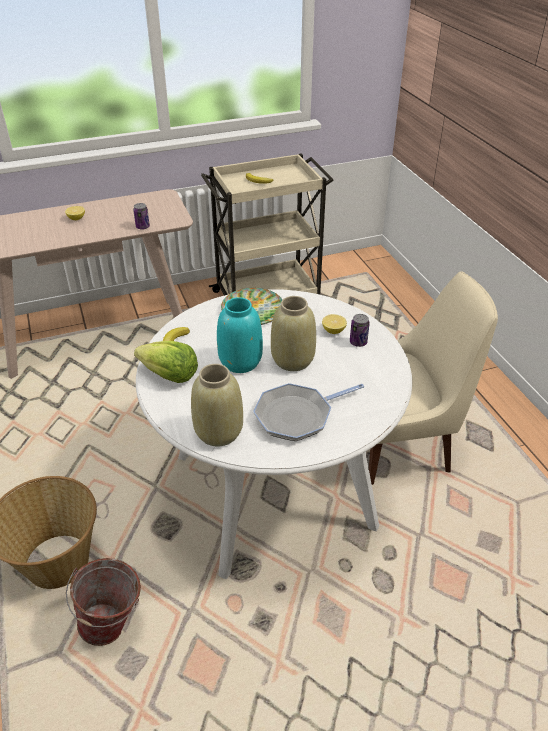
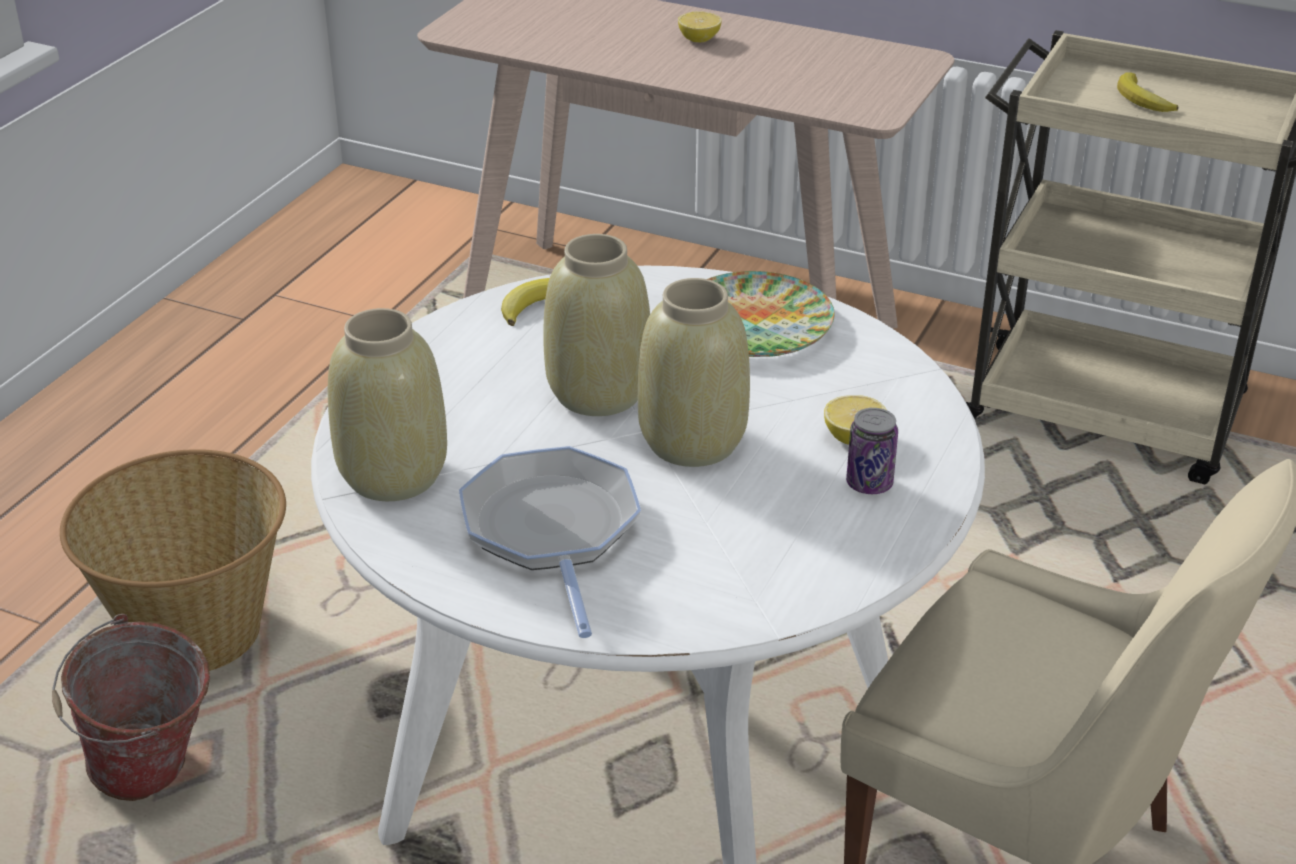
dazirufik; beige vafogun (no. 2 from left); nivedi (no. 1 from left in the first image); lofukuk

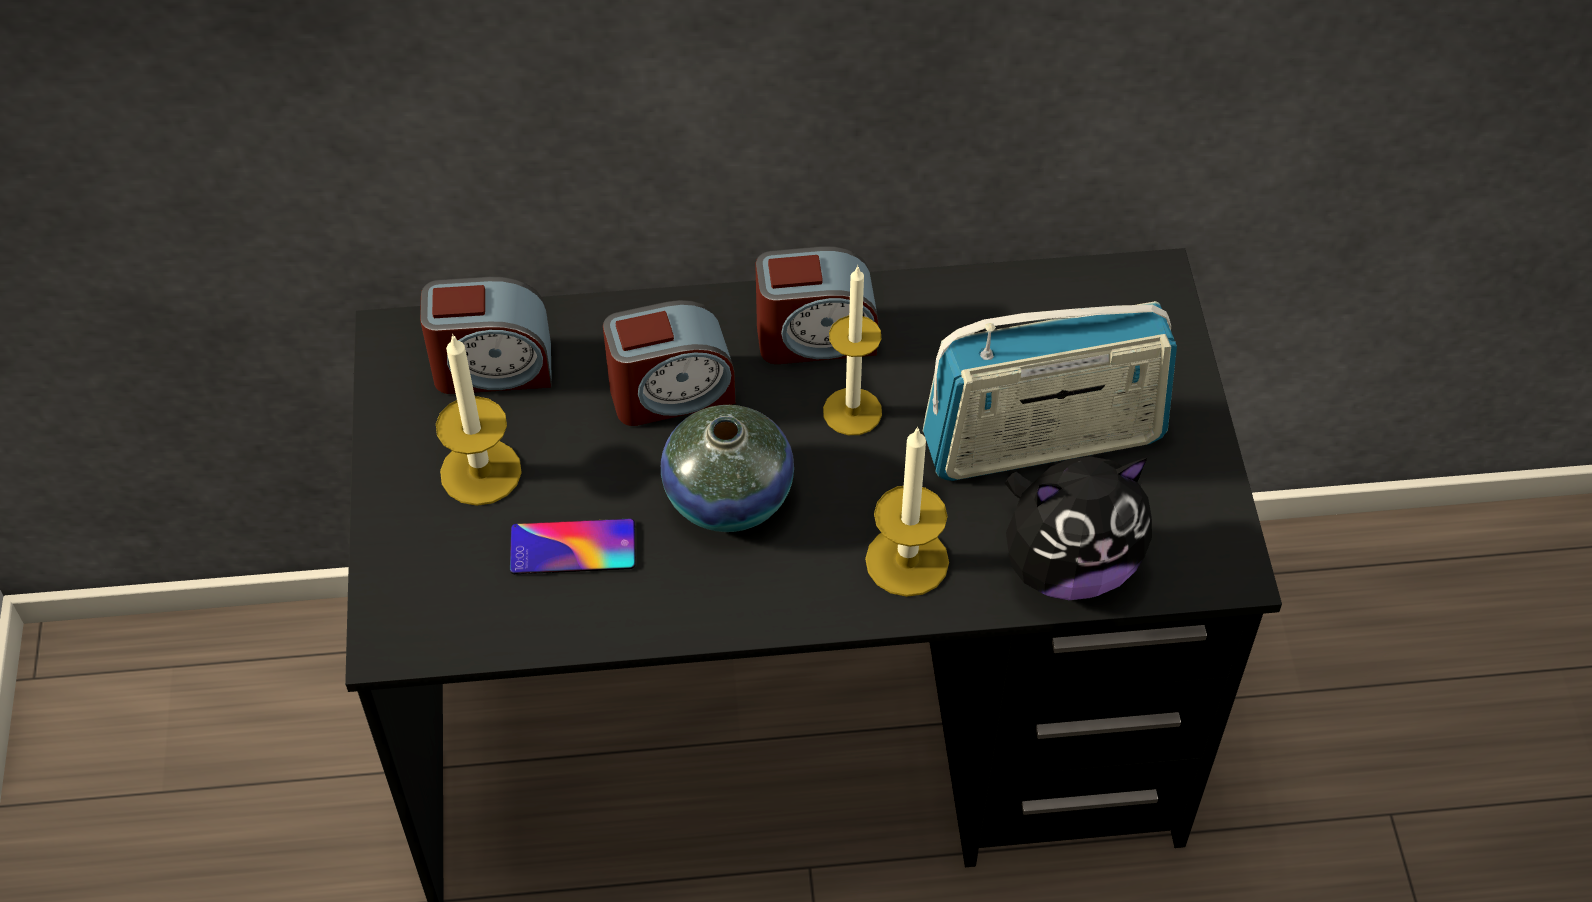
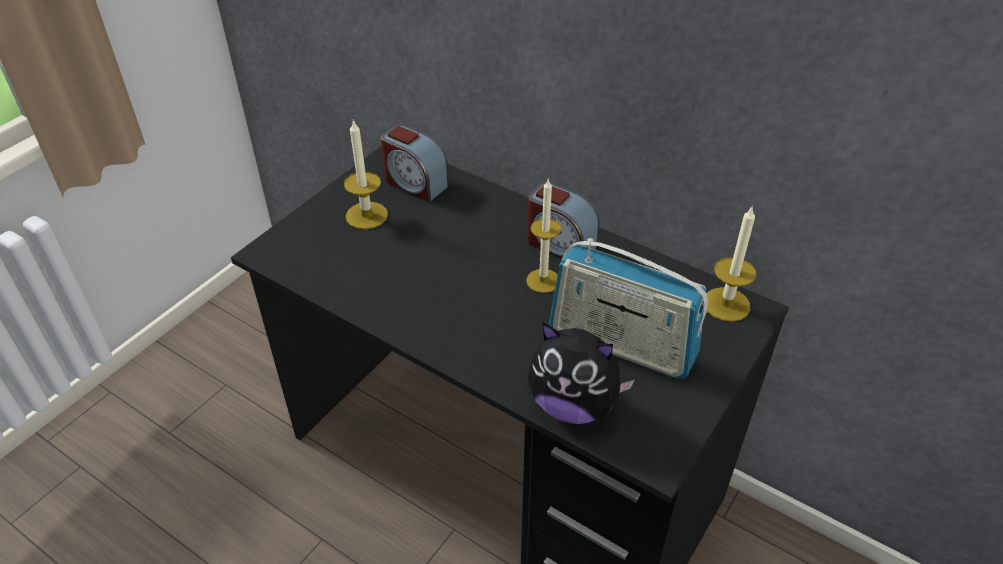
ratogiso (no. 3 from left); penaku; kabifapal (no. 2 from left in the first image); vafogun

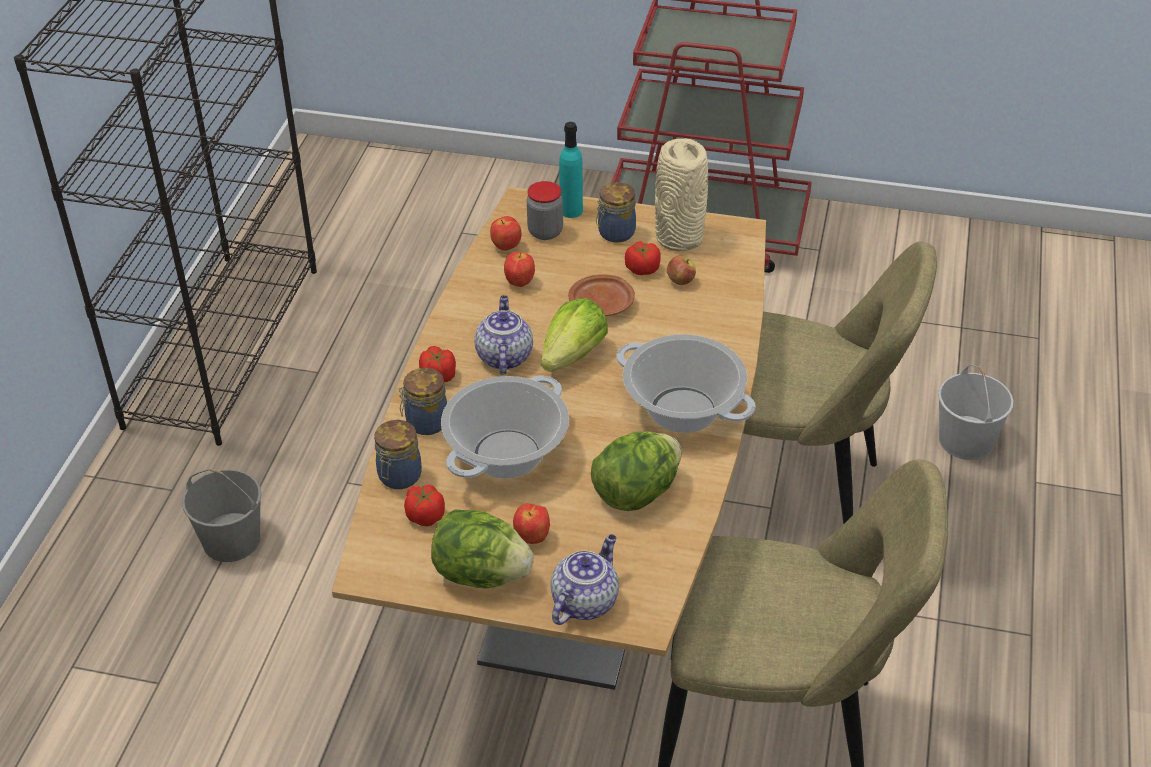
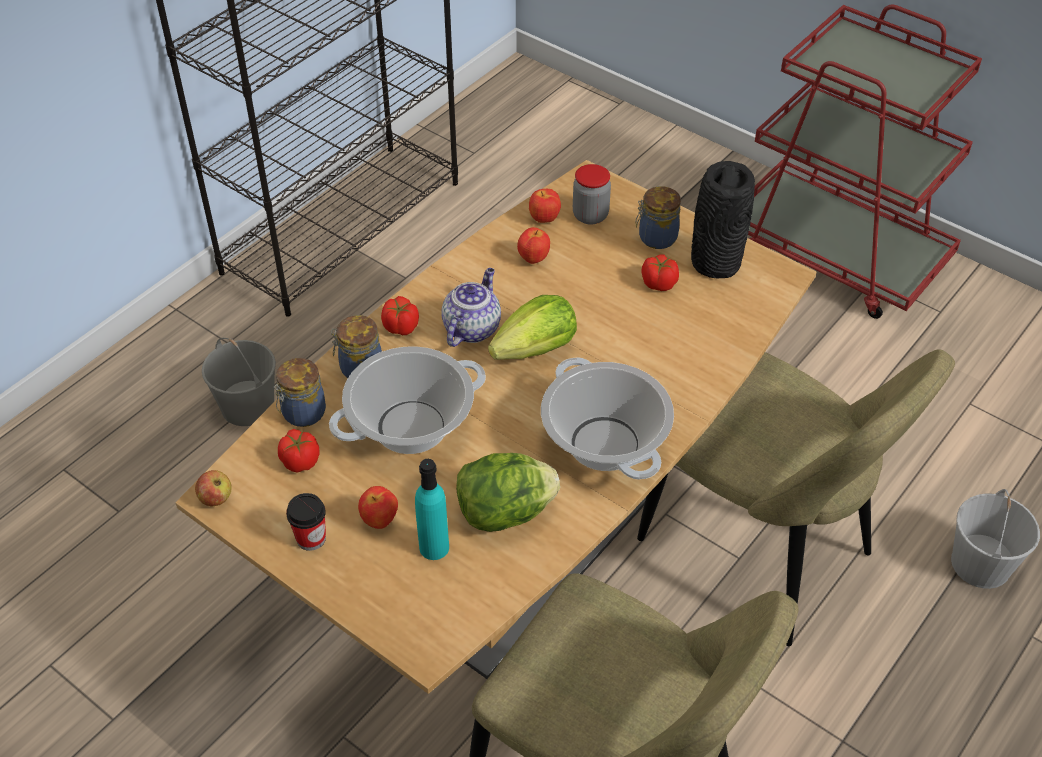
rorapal (no. 1 from left); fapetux; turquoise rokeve; black vafogun; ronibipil (no. 2 from left in the first image); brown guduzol

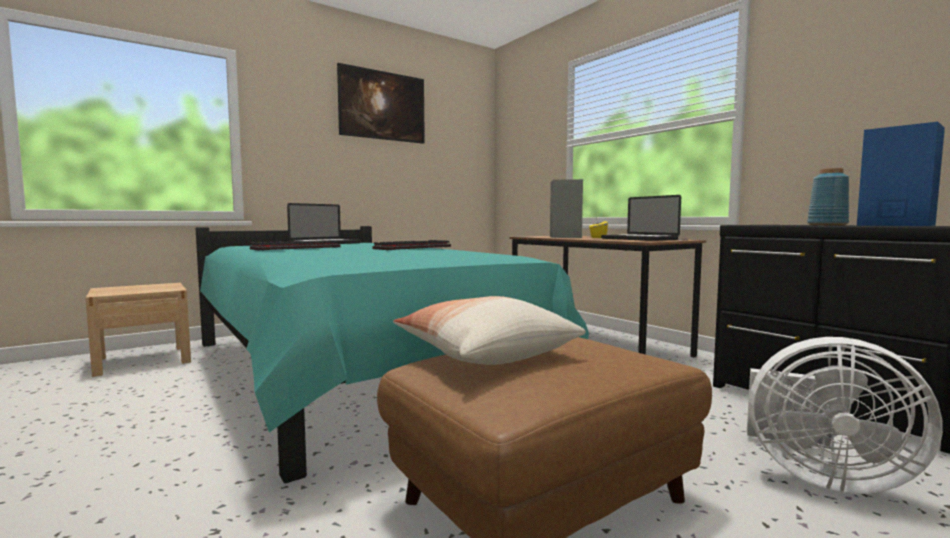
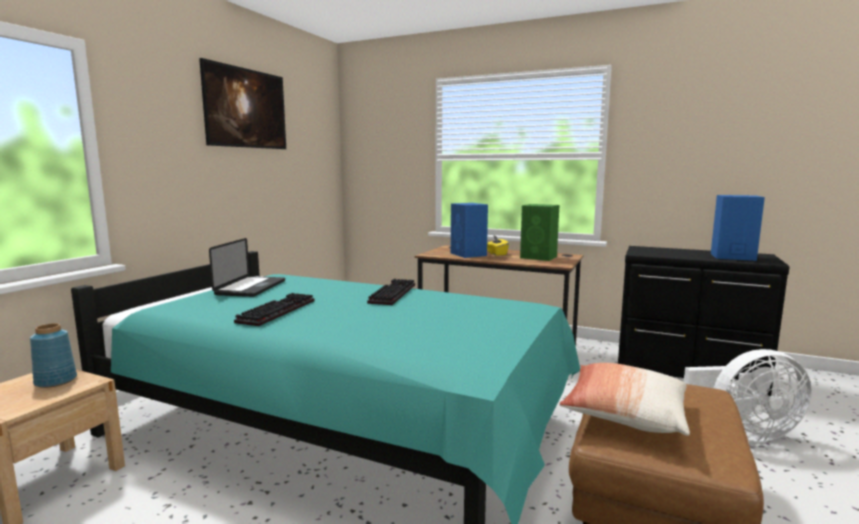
blue vafogun; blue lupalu (no. 1 from left); green lupalu

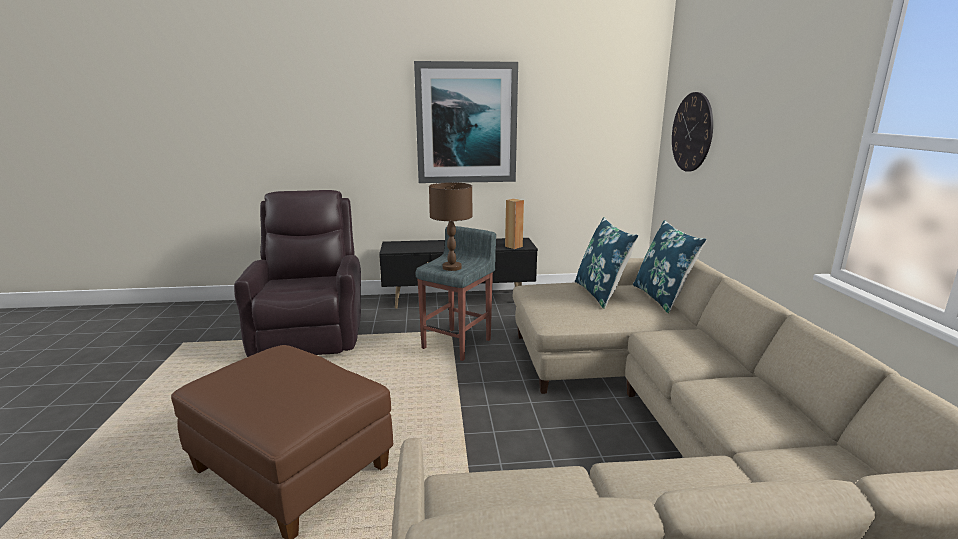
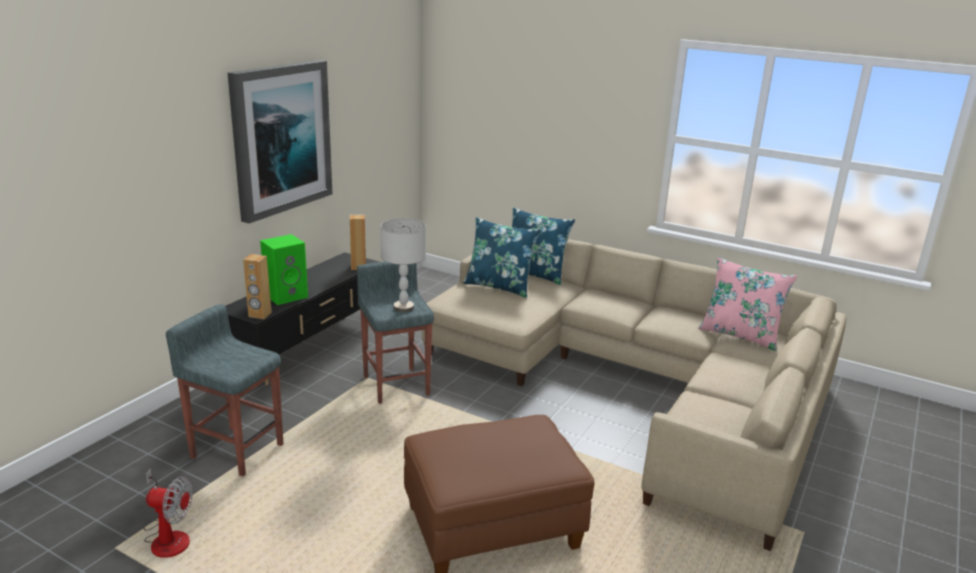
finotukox; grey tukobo (no. 1 from left); brown lupalu (no. 1 from left); green lupalu; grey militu; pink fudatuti; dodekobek

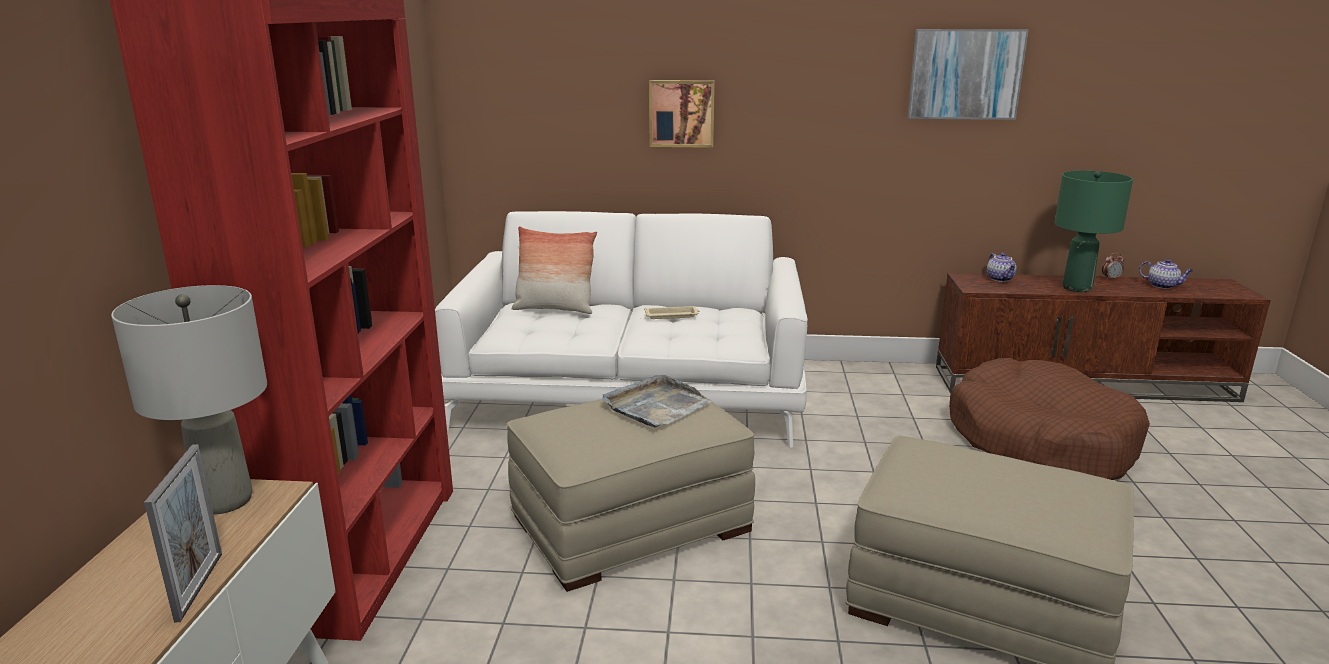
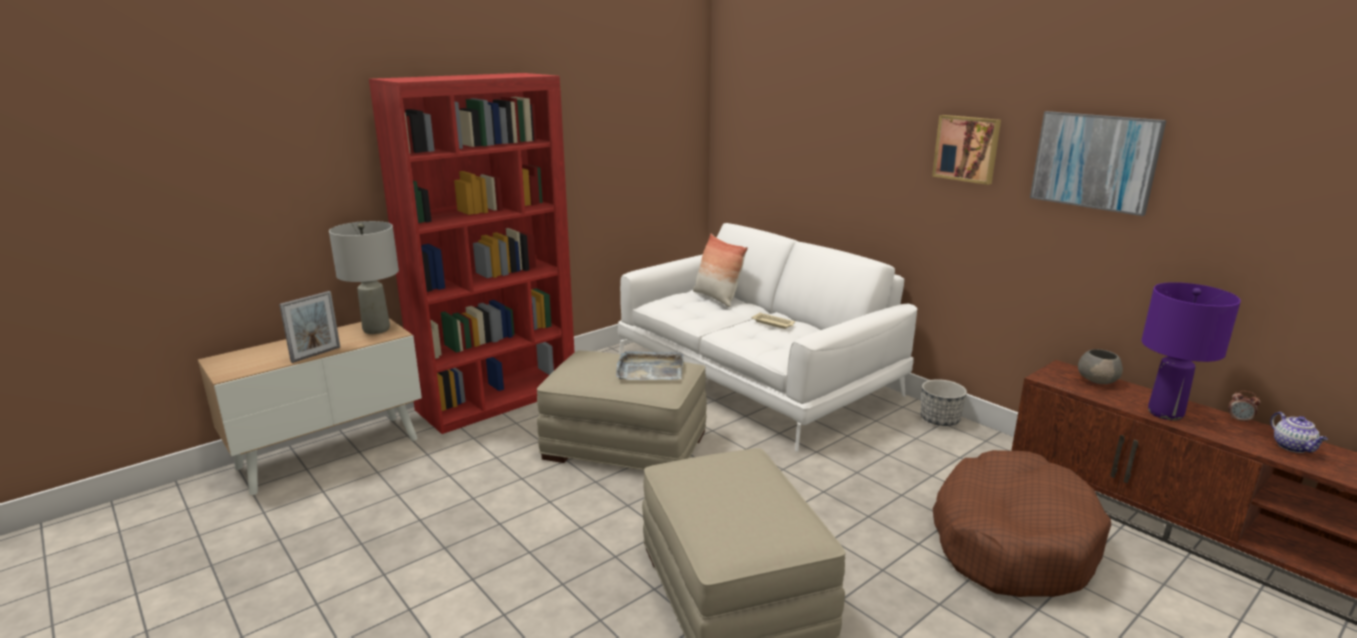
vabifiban; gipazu (no. 1 from left); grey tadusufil; purple militu

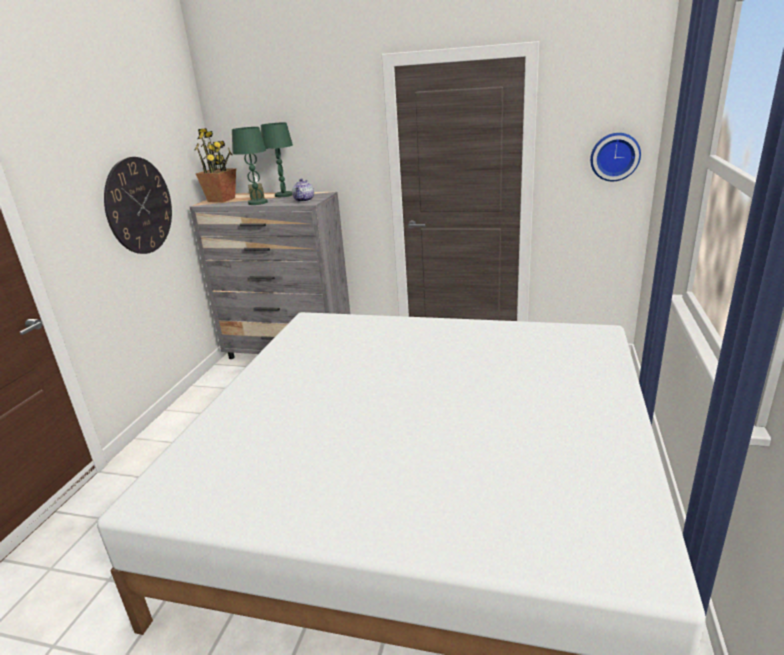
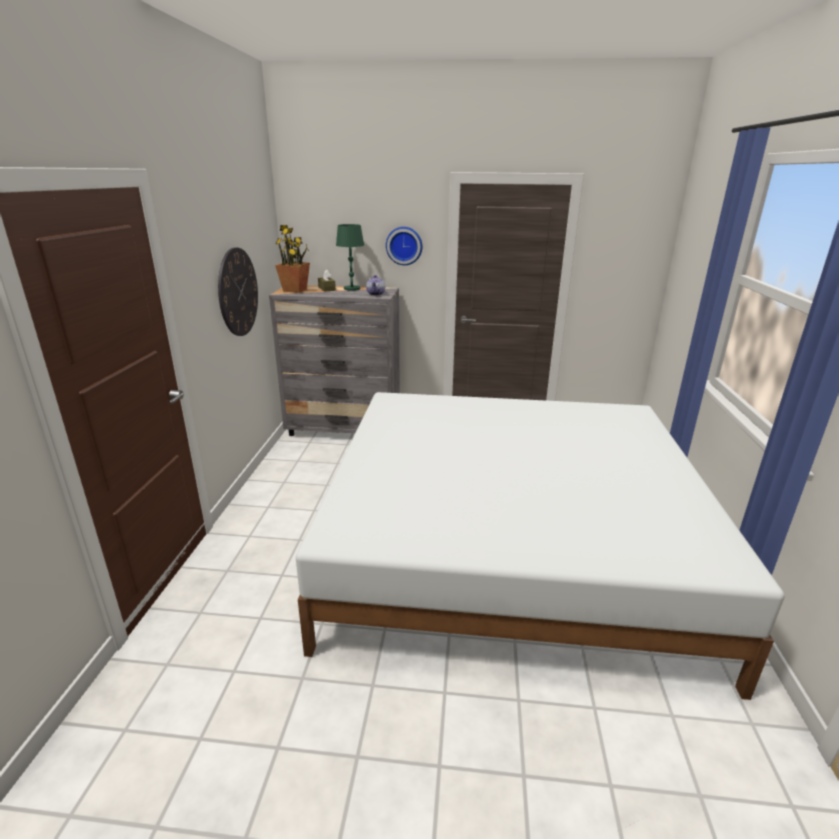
dodekobek (no. 2 from left); green militu (no. 1 from left in the first image)

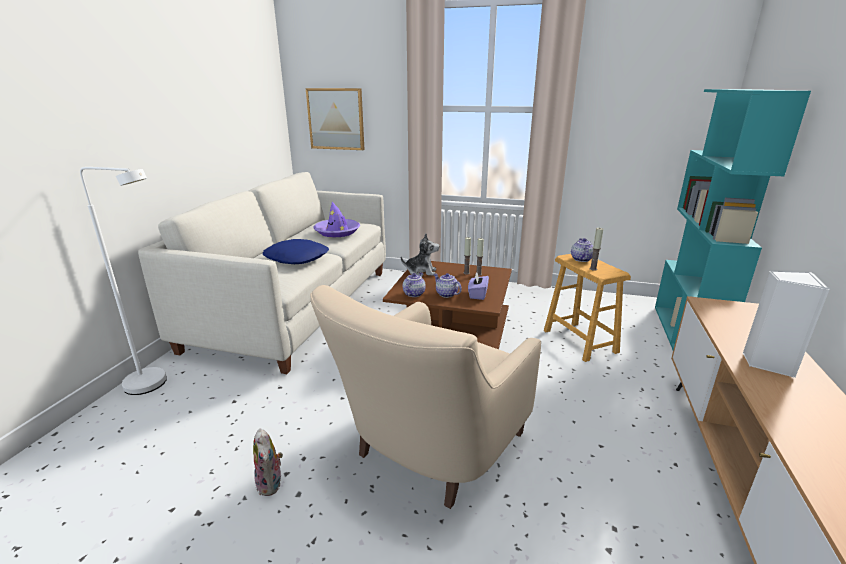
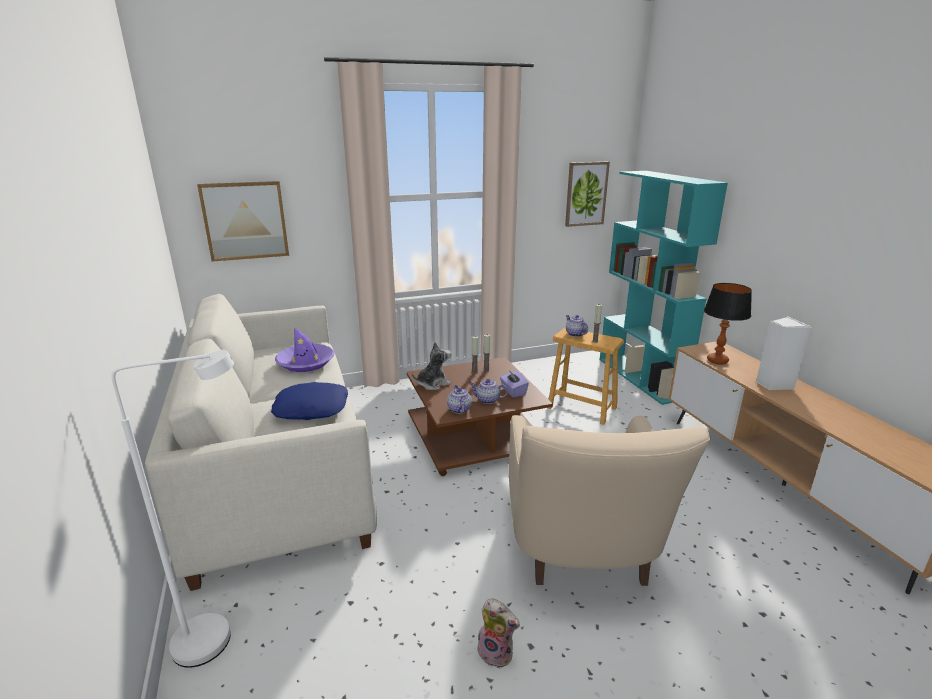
gipazu (no. 2 from left); militu

